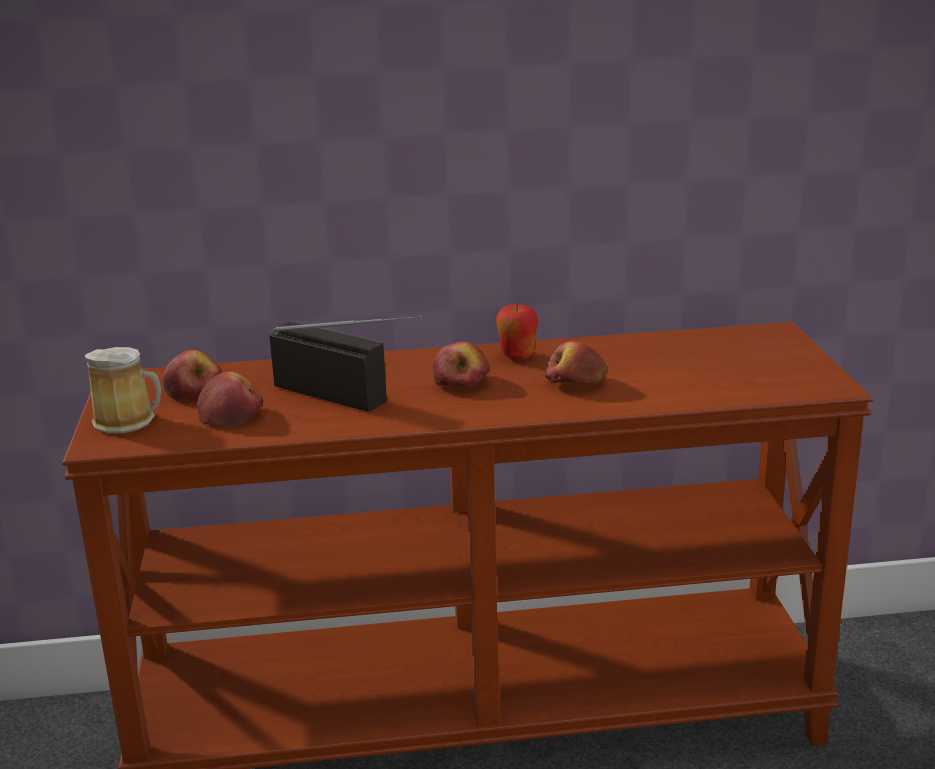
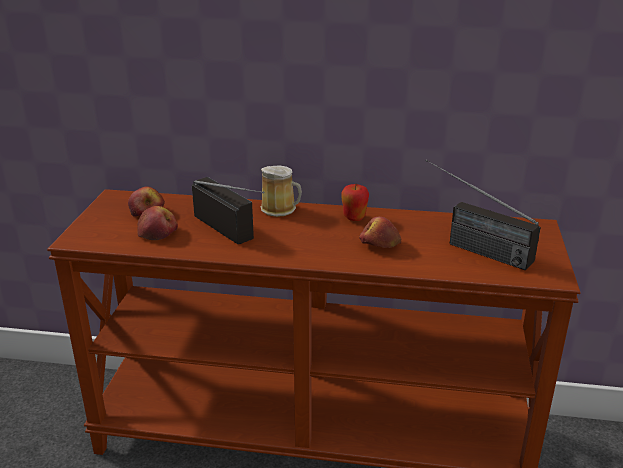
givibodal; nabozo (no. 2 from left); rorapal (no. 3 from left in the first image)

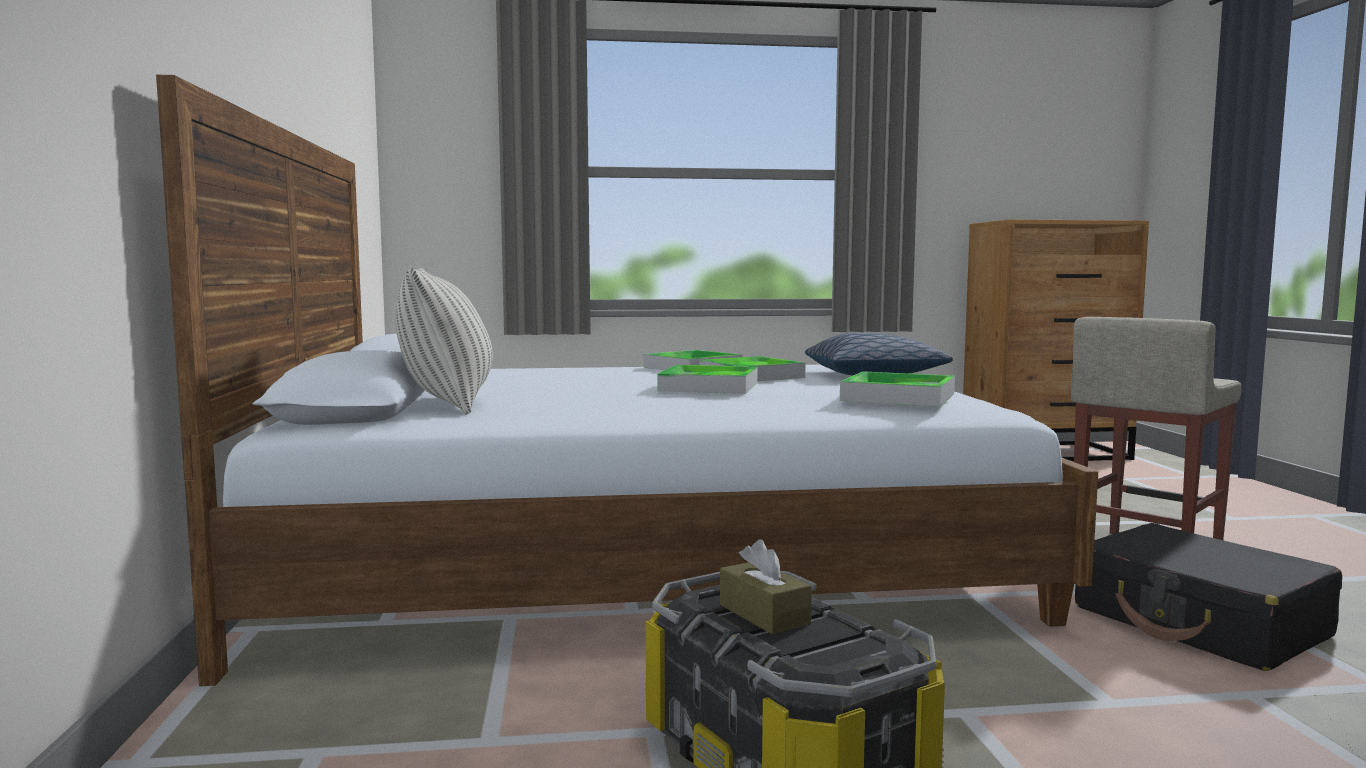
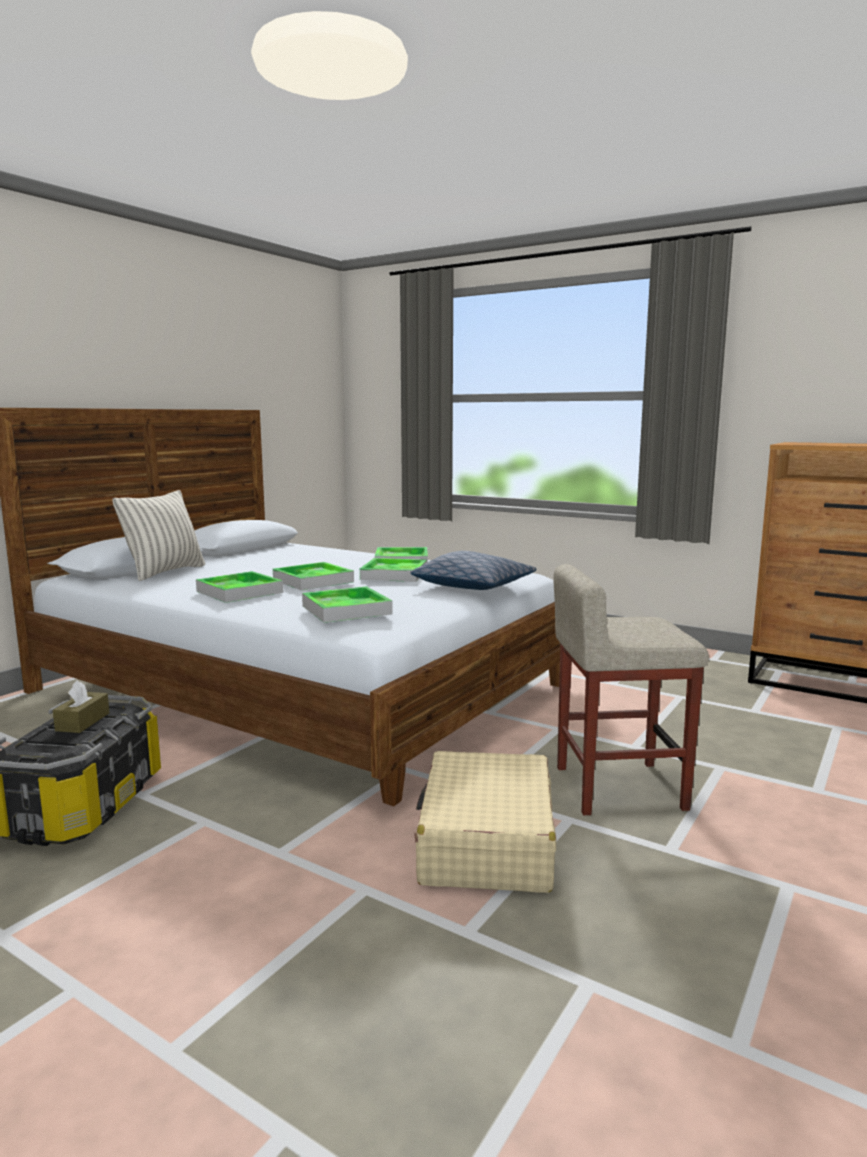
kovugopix (no. 1 from left); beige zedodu

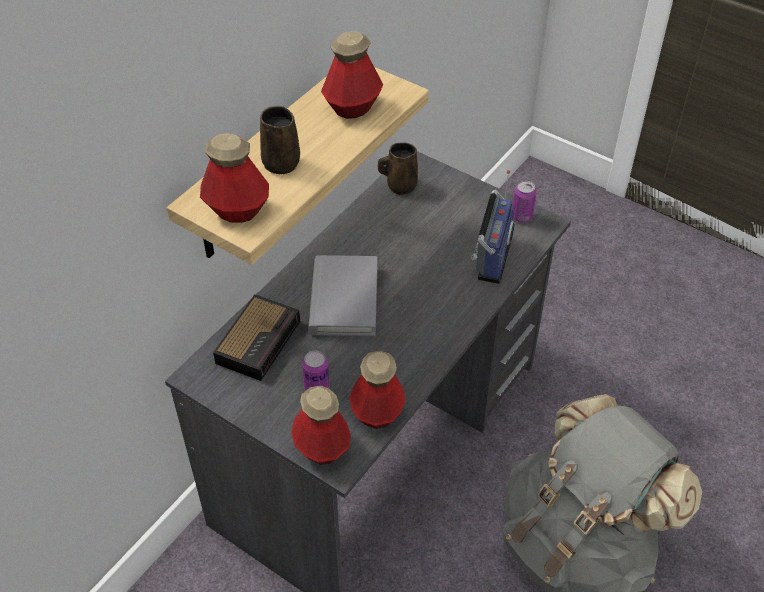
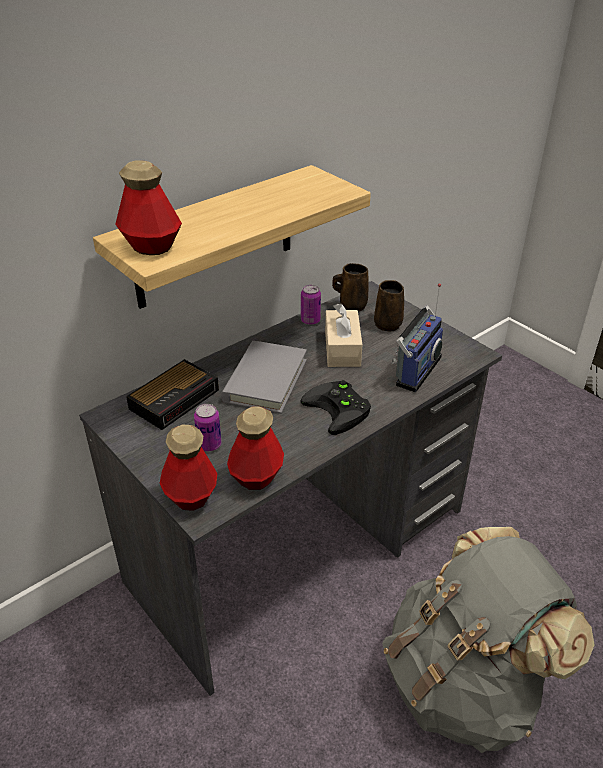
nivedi (no. 2 from left); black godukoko; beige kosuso; brown givibodal (no. 2 from left); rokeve (no. 3 from left in the first image)

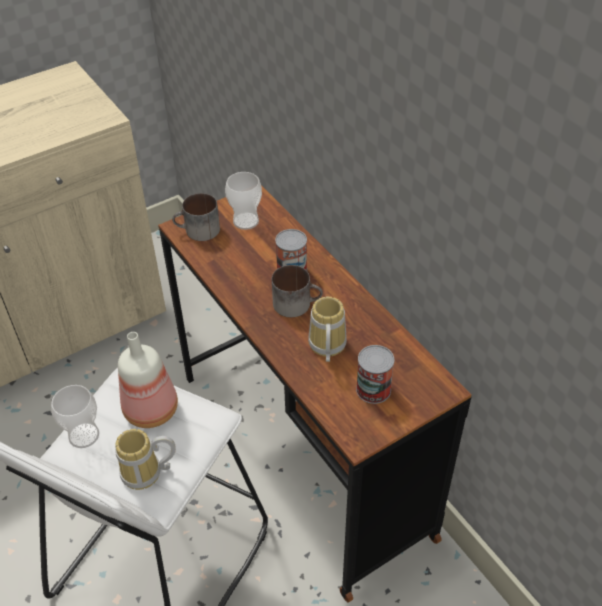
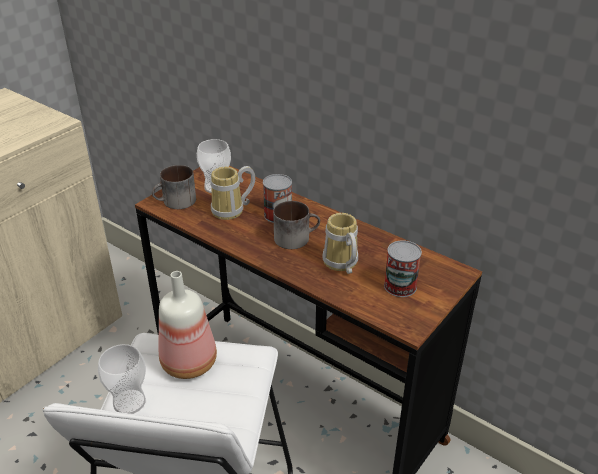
givibodal (no. 2 from left)

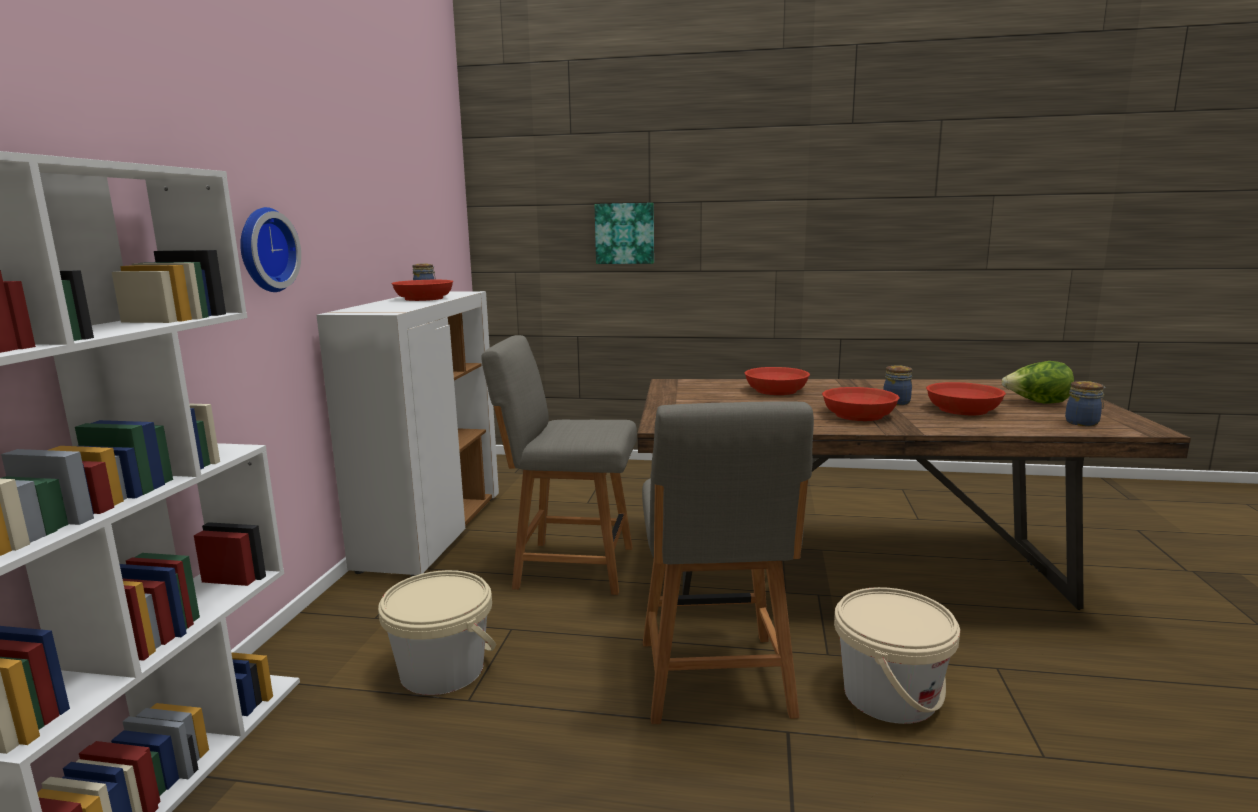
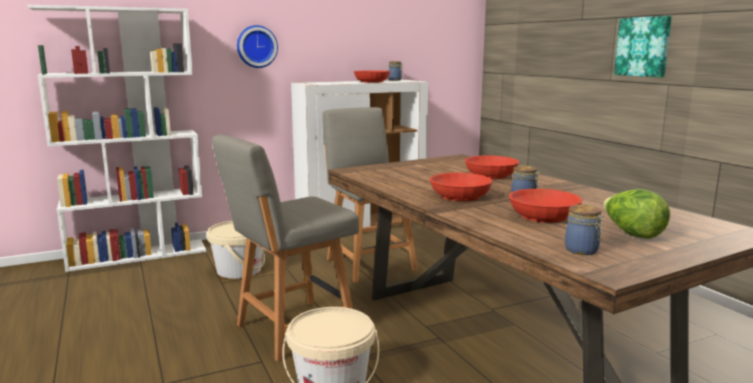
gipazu

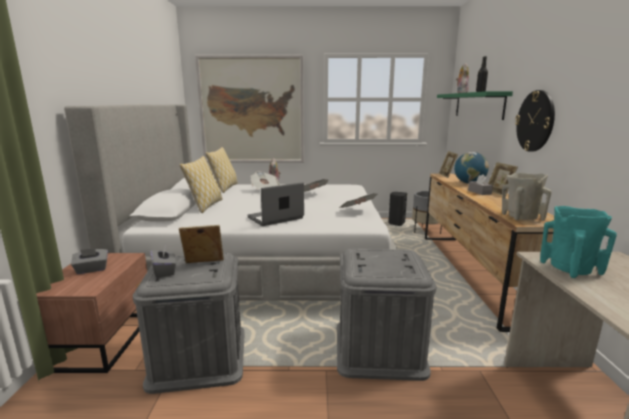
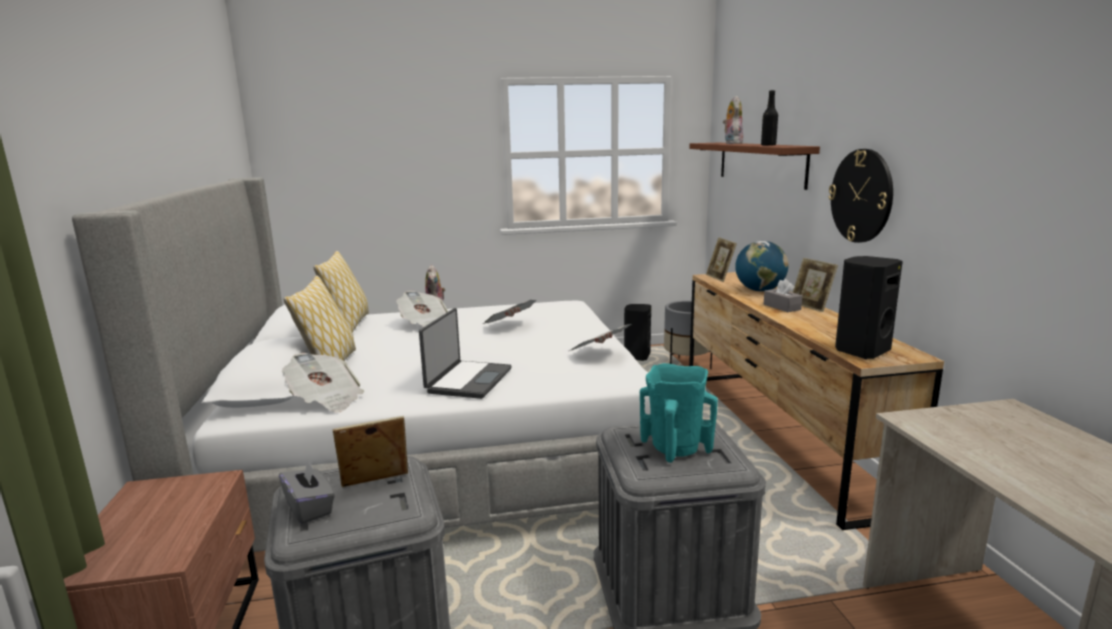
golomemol (no. 1 from left); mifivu; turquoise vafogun; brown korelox; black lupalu (no. 2 from left); grey kosuso (no. 1 from left in the first image); gipazu

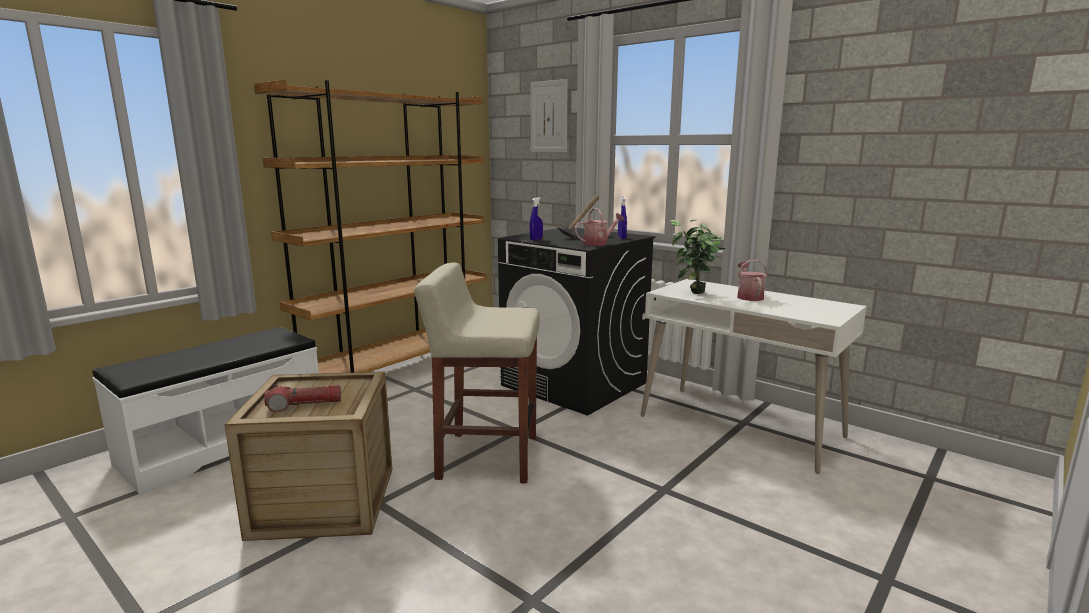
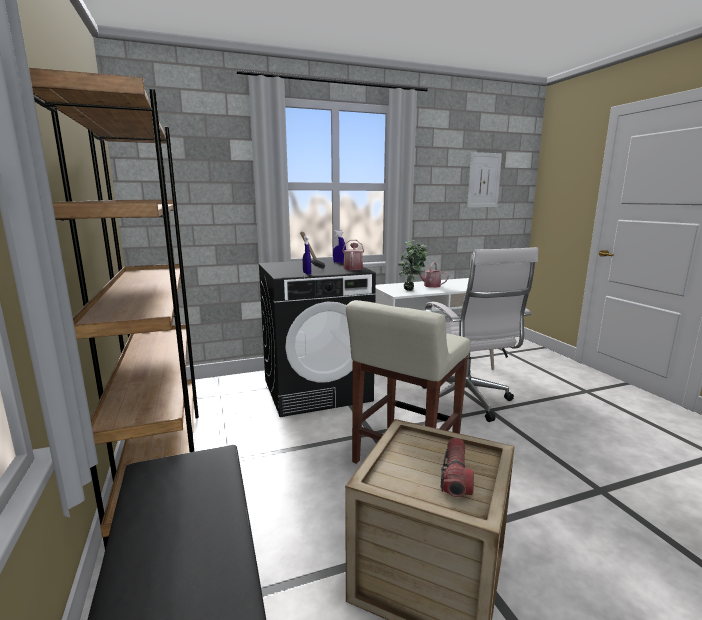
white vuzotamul; gipazu

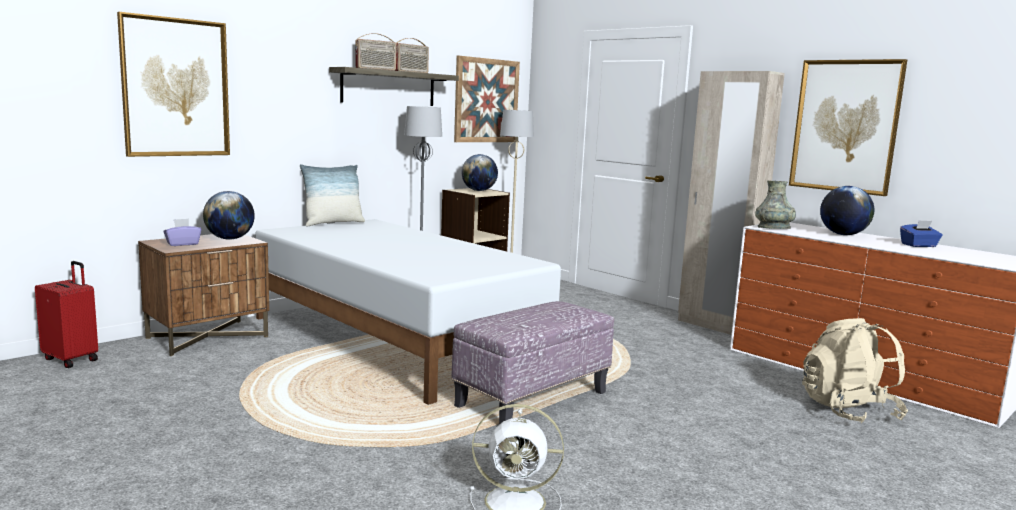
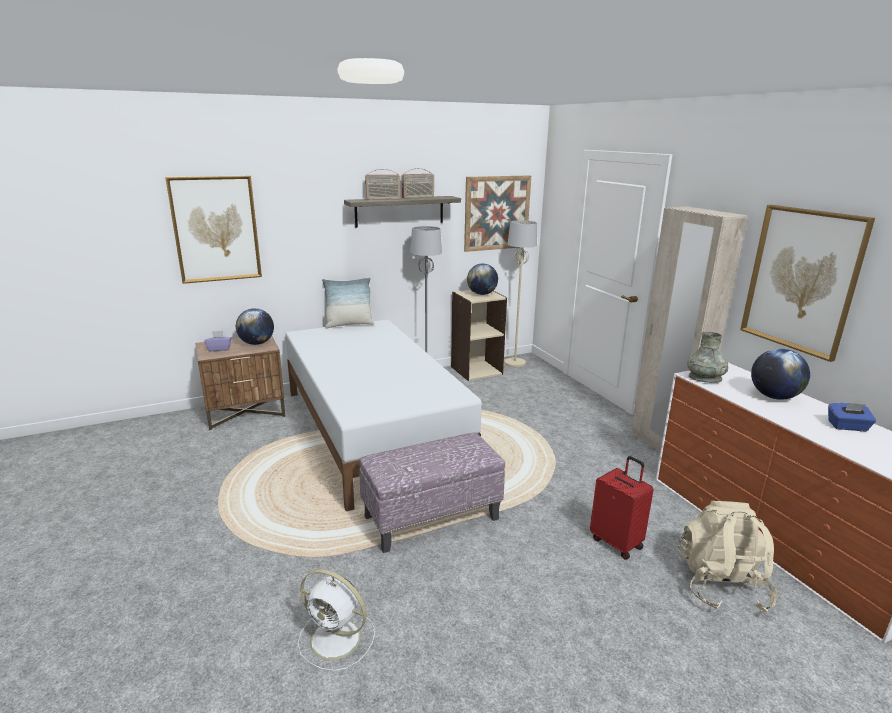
red zedodu

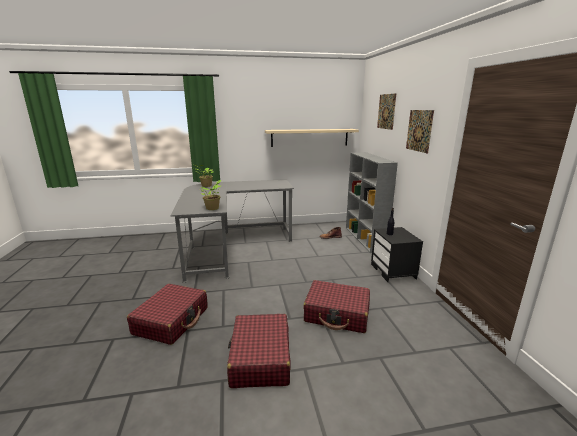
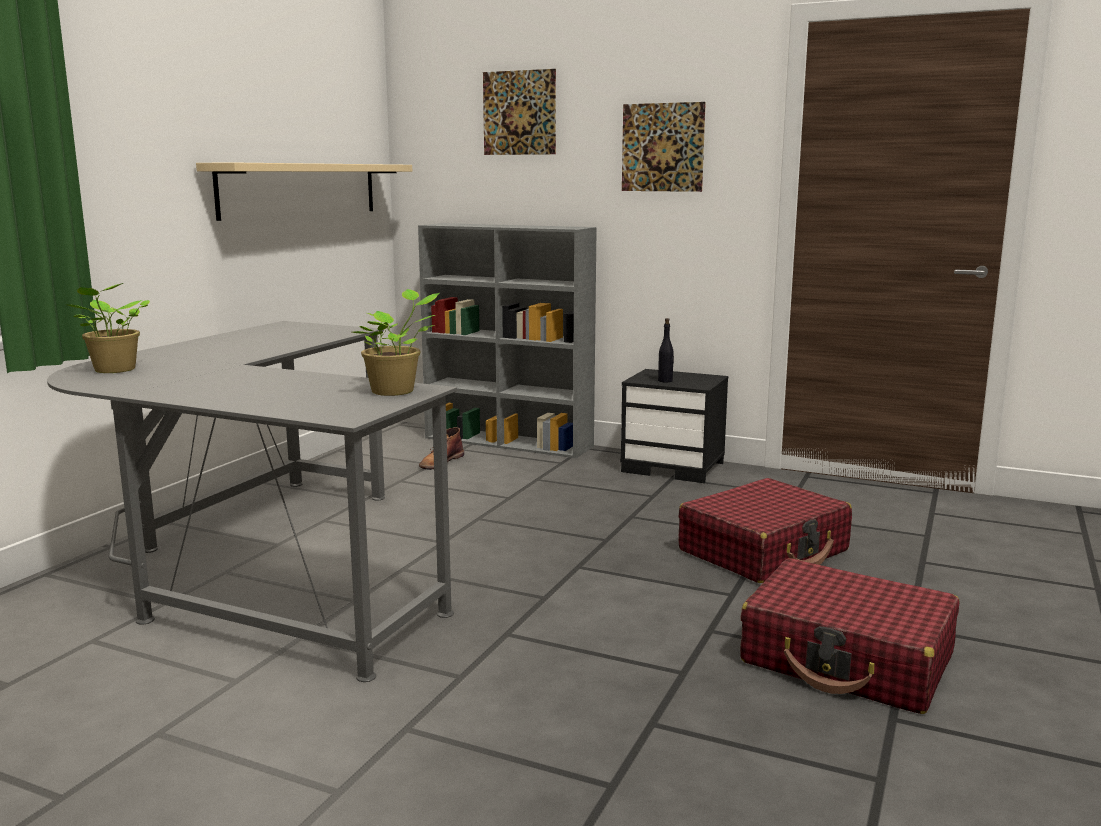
red zedodu (no. 1 from left in the first image)

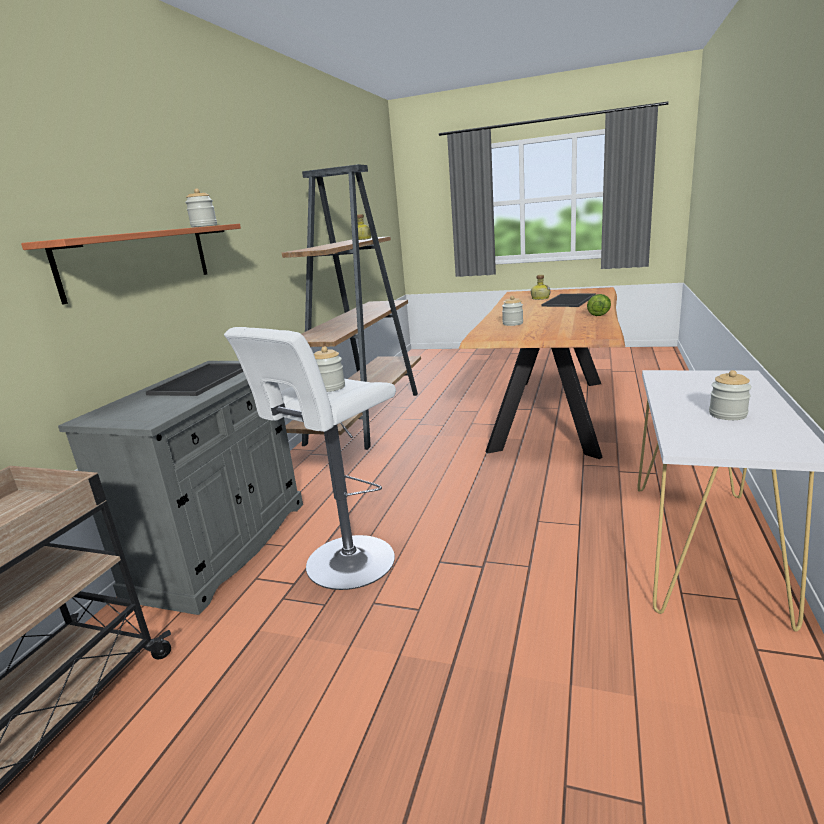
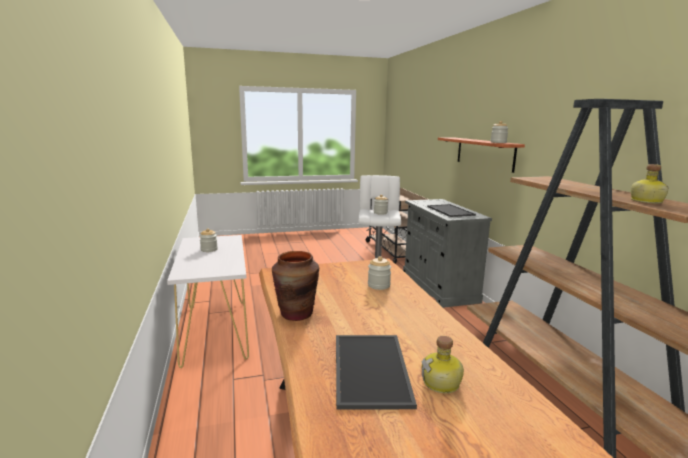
brown vafogun

